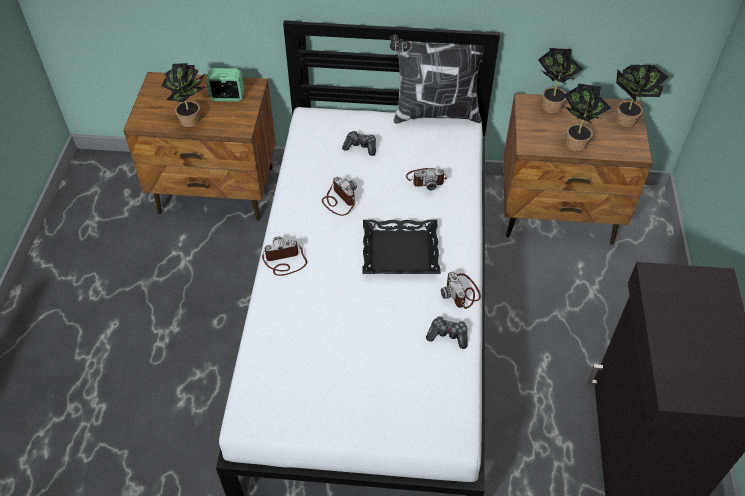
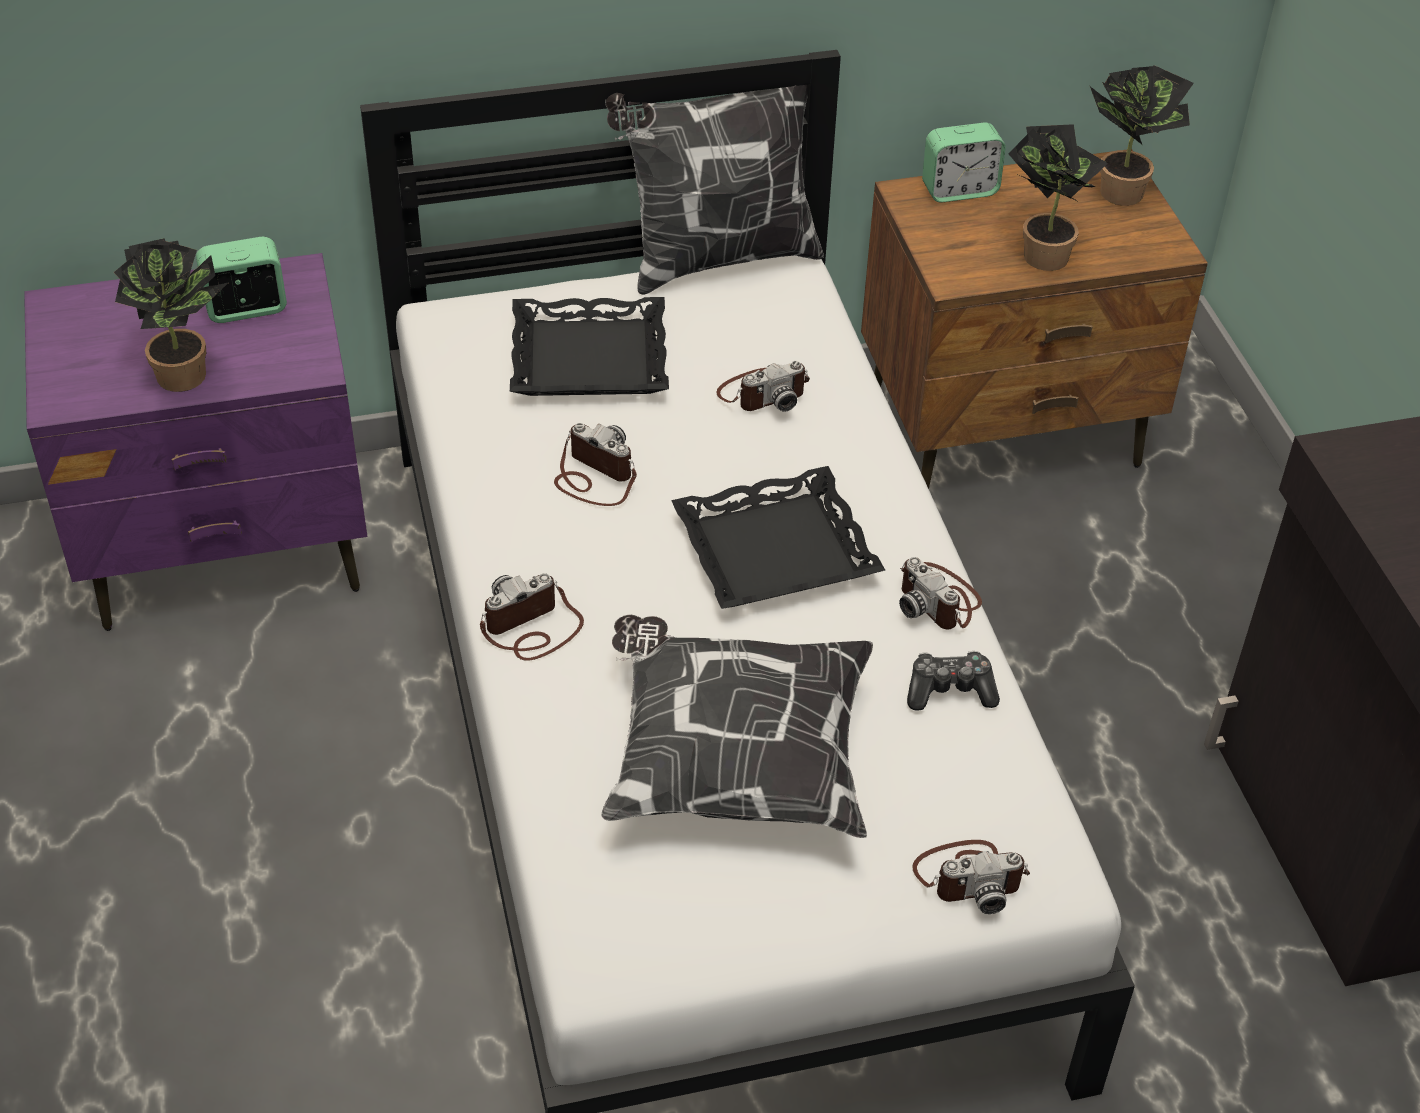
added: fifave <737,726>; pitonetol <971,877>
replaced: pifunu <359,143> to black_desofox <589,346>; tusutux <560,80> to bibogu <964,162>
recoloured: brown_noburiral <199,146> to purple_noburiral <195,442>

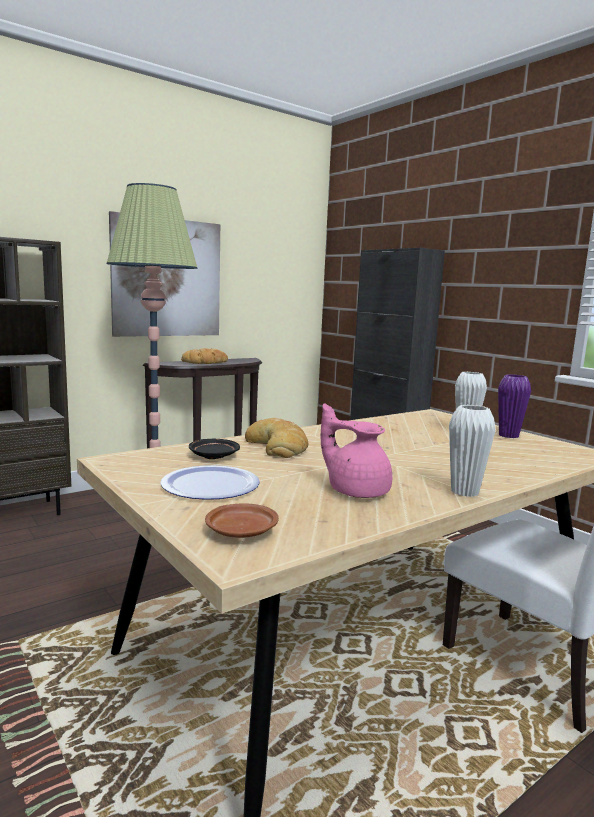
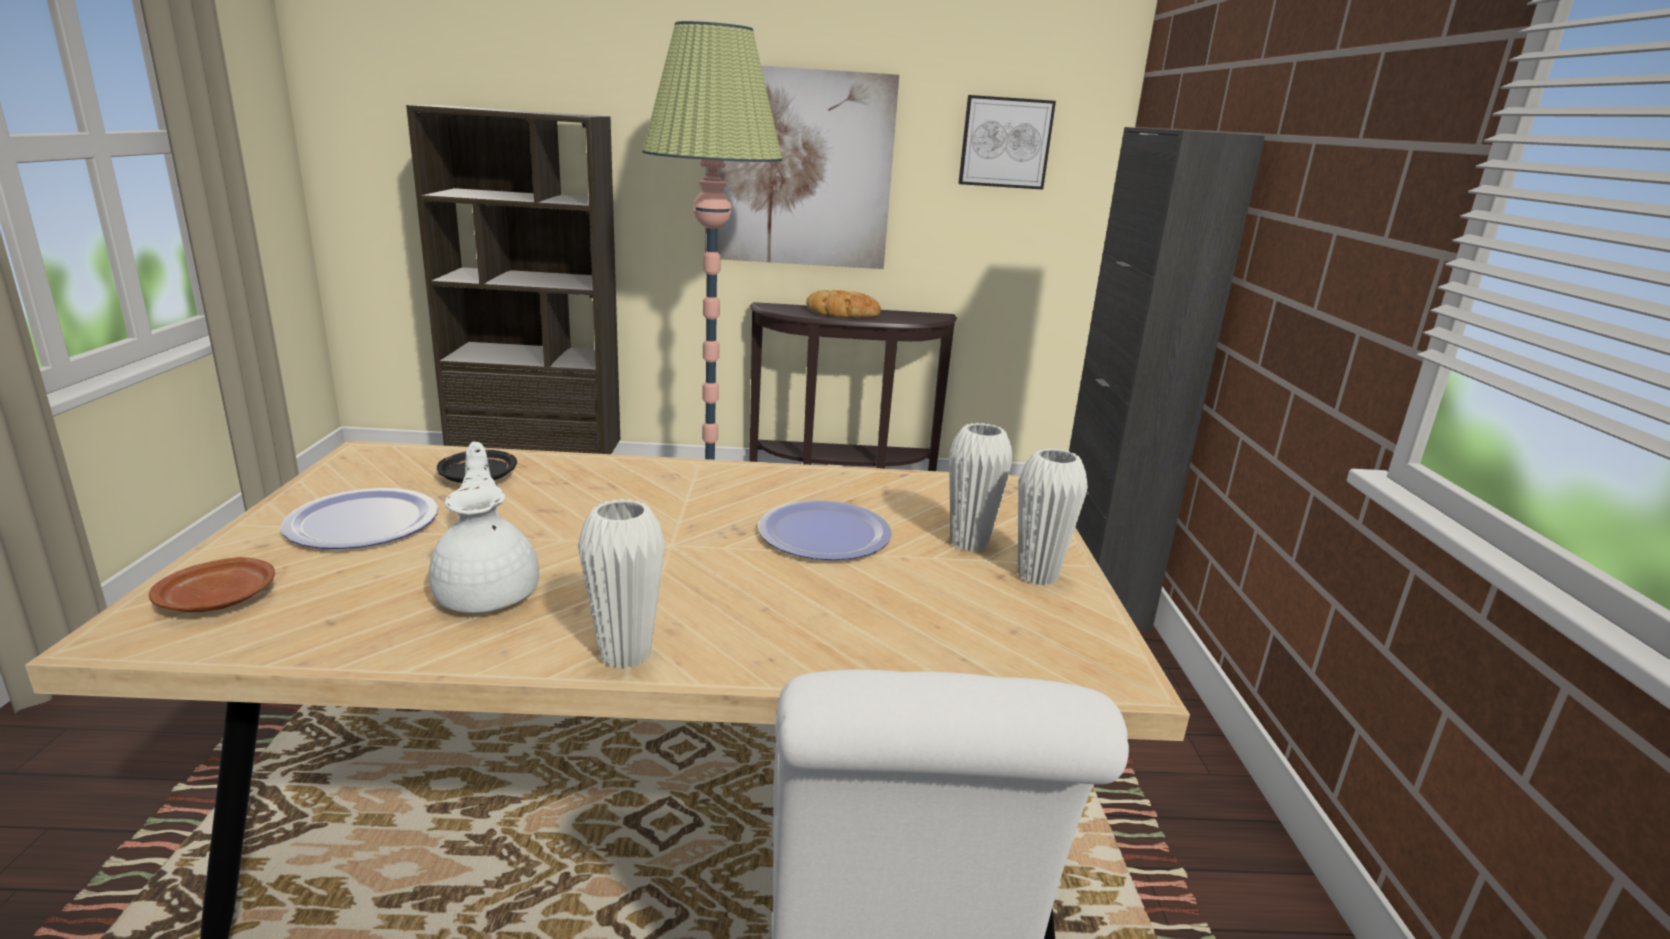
removed: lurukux <277,438>
added: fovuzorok <825,530>; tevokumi <1007,142>
recoloured: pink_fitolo <356,450> to white_fitolo <484,527>; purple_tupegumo <514,406> to white_tupegumo <1053,516>

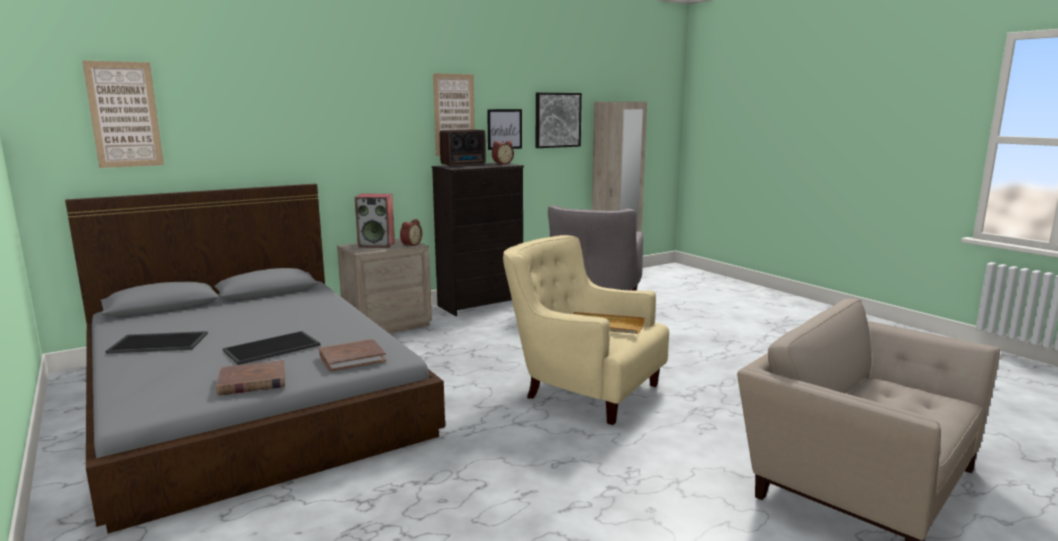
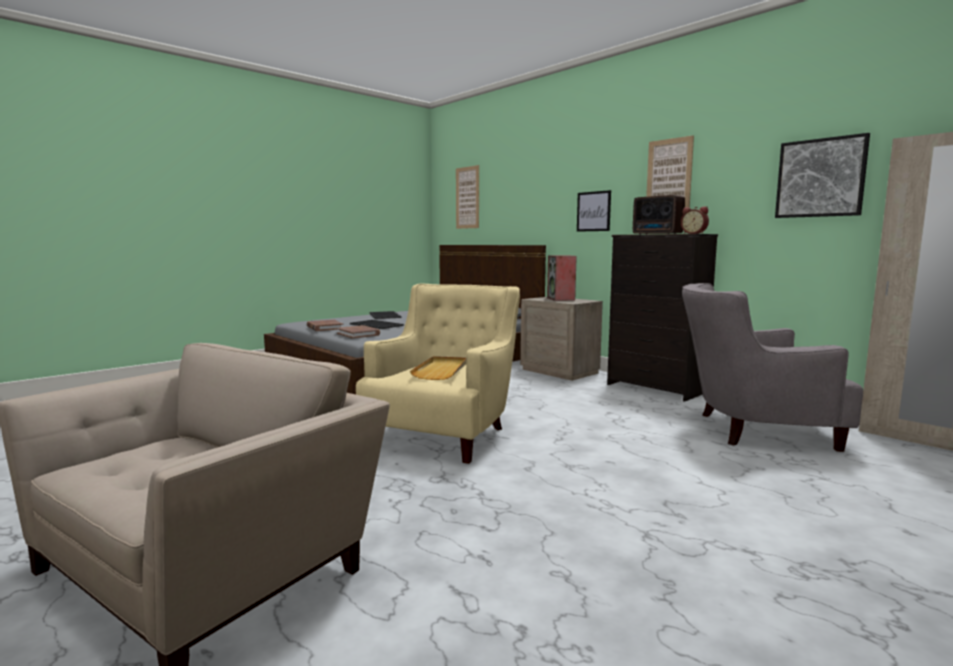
removed: bibogu <411,233>
moved: tevokumi <504,129> to <594,211>

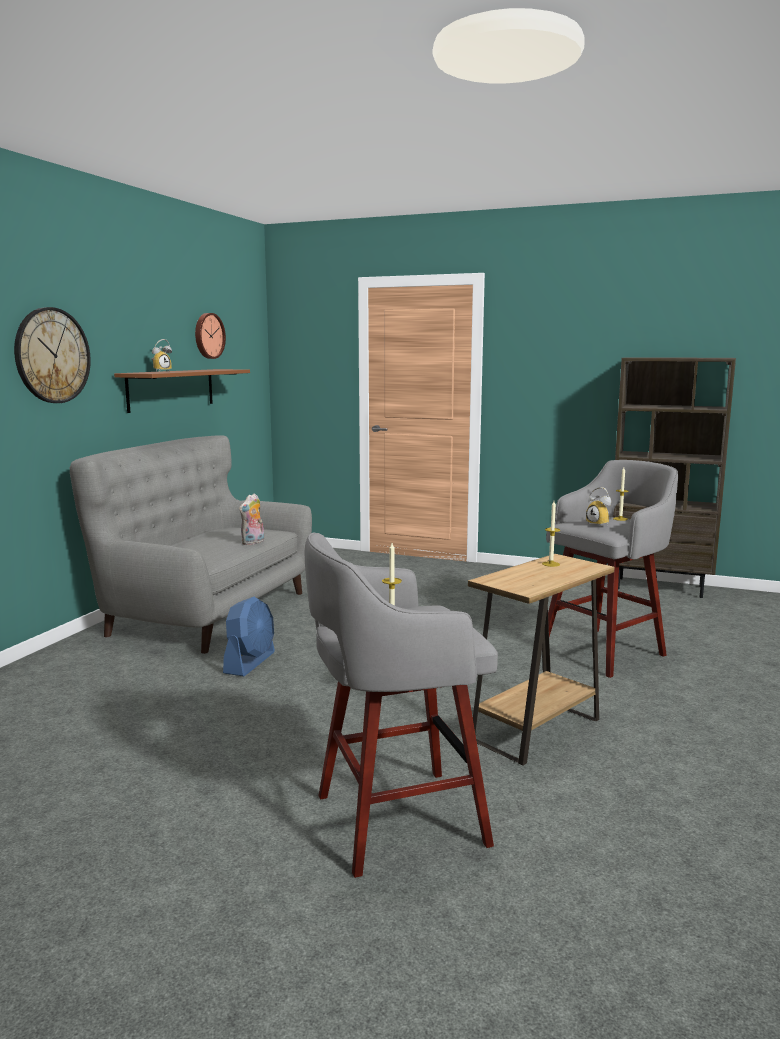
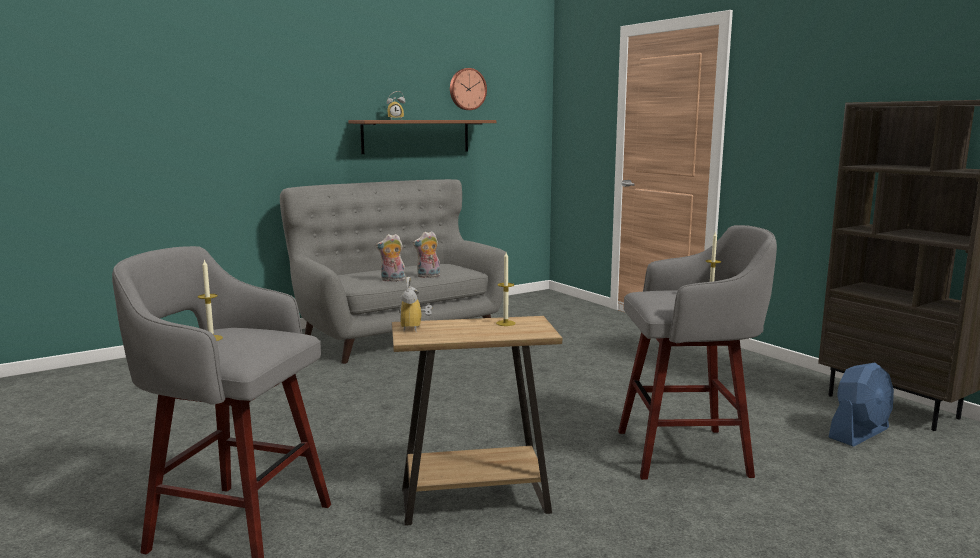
removed: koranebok <52,355>
added: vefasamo <391,258>
moved: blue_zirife <249,636> to <861,404>; bibogu <598,506> to <415,304>

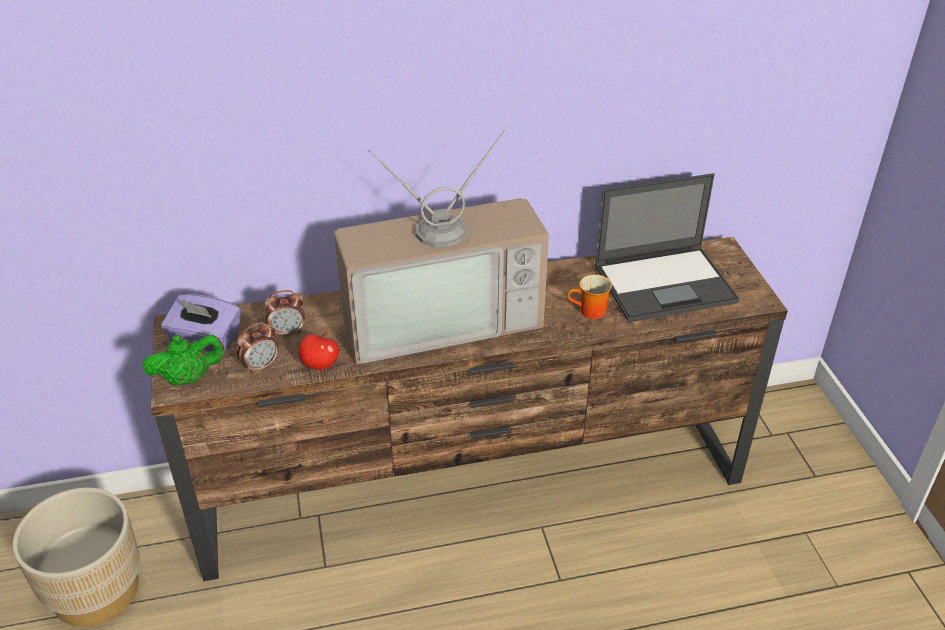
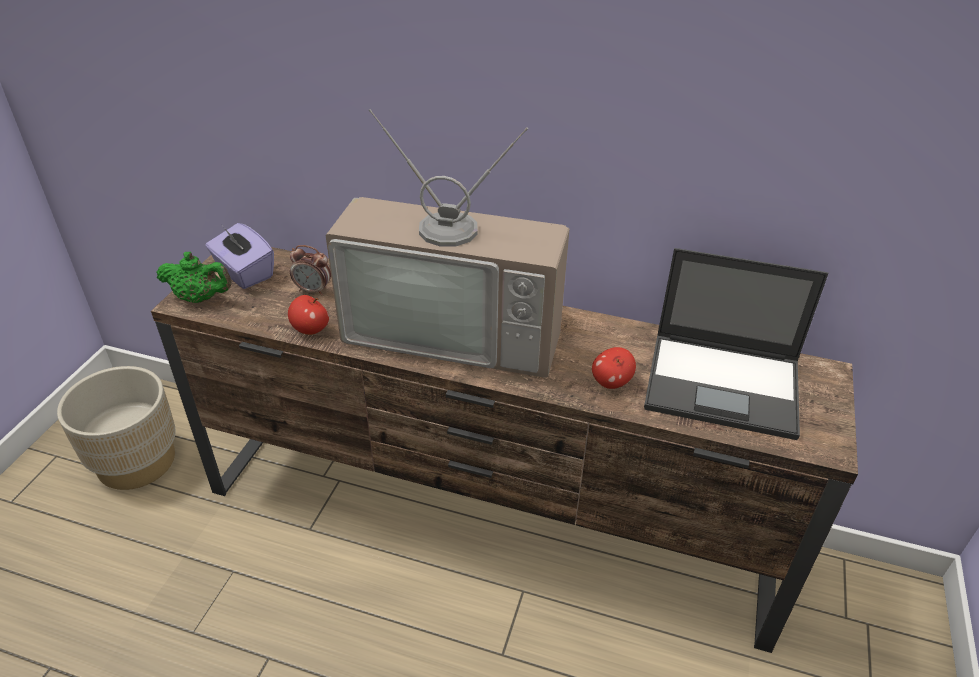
removed: bibogu <258,348>
replaced: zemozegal <589,296> to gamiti <614,368>

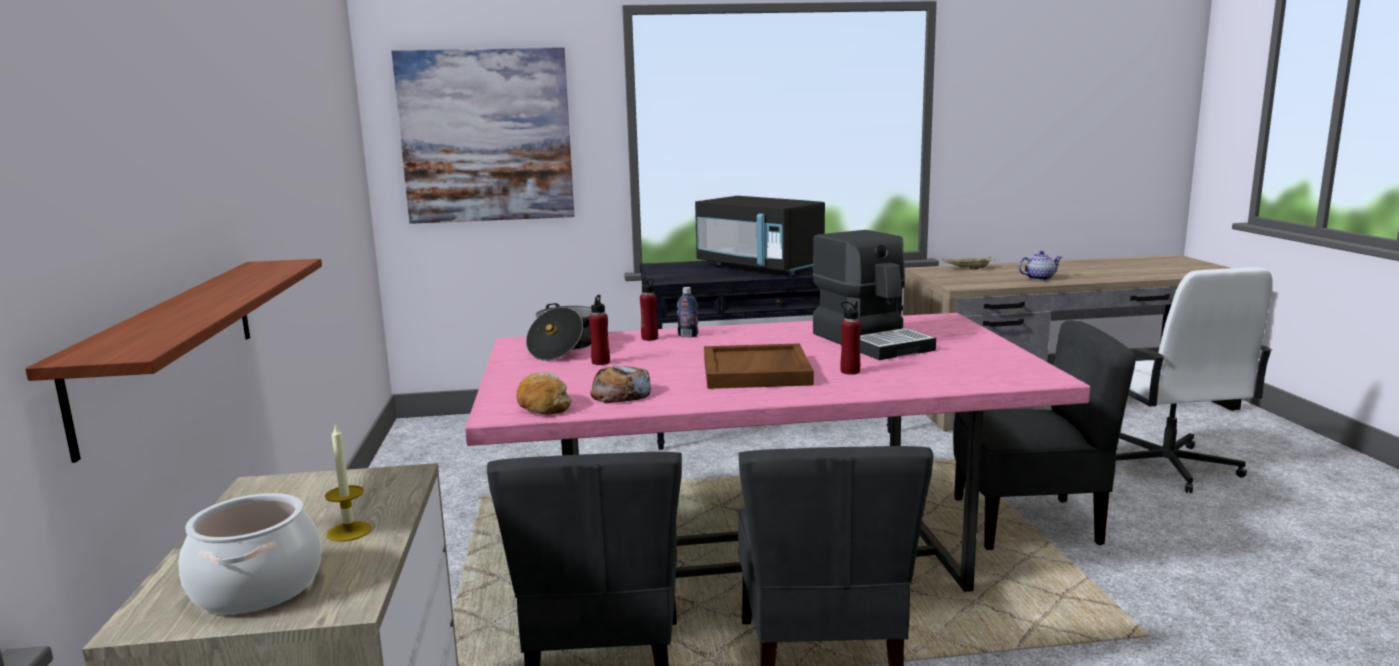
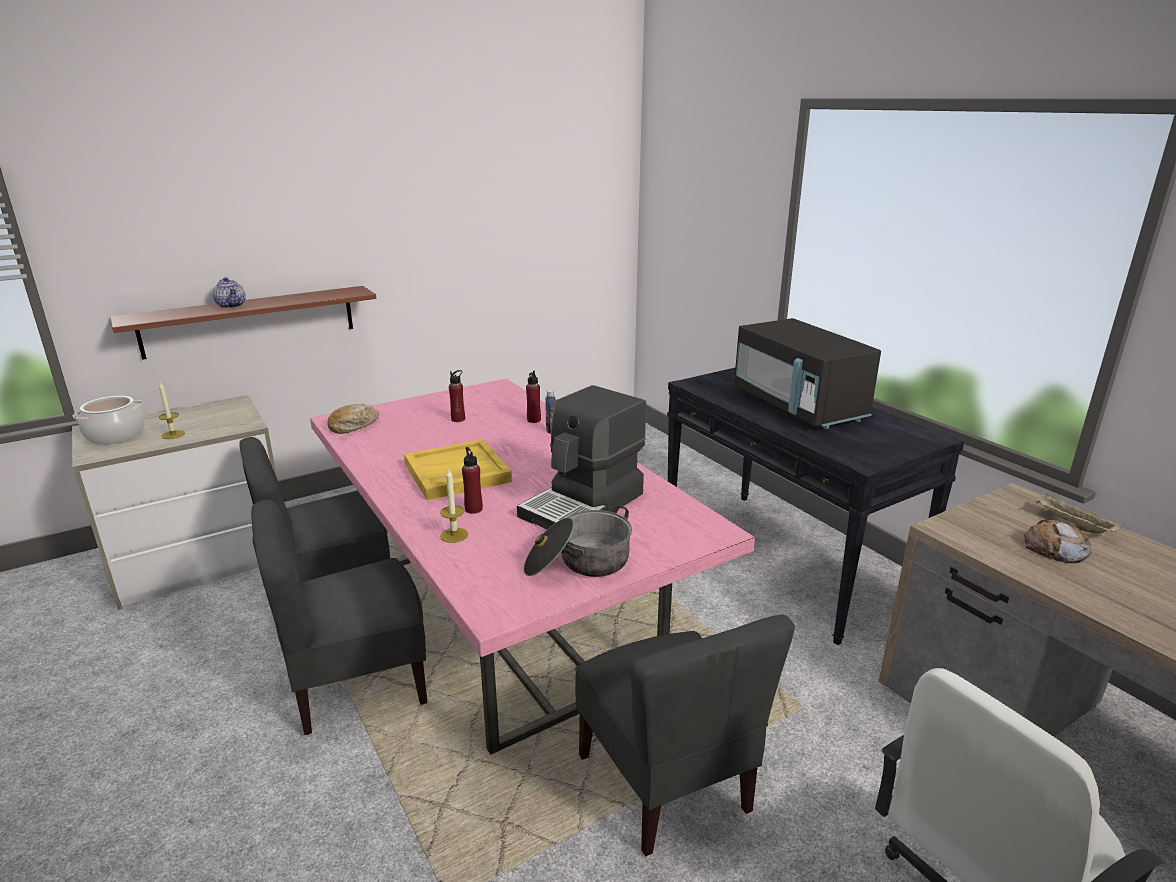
removed: tevokumi <482,135>
added: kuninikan <454,506>
moved: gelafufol <559,332> to <577,541>; lurukux <620,384> to <1058,541>; fitolo <1040,265> to <229,292>
recoloured: brown_desofox <759,366> to yellow_desofox <458,469>
turned: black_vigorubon <760,235> = <807,373> 45 degrees counterclockwise

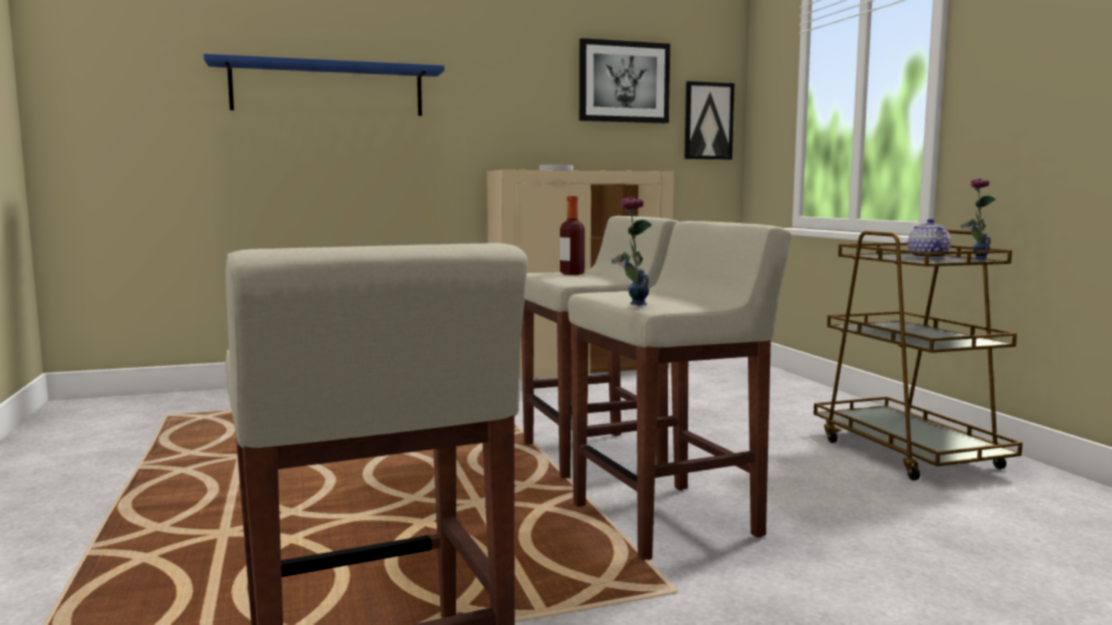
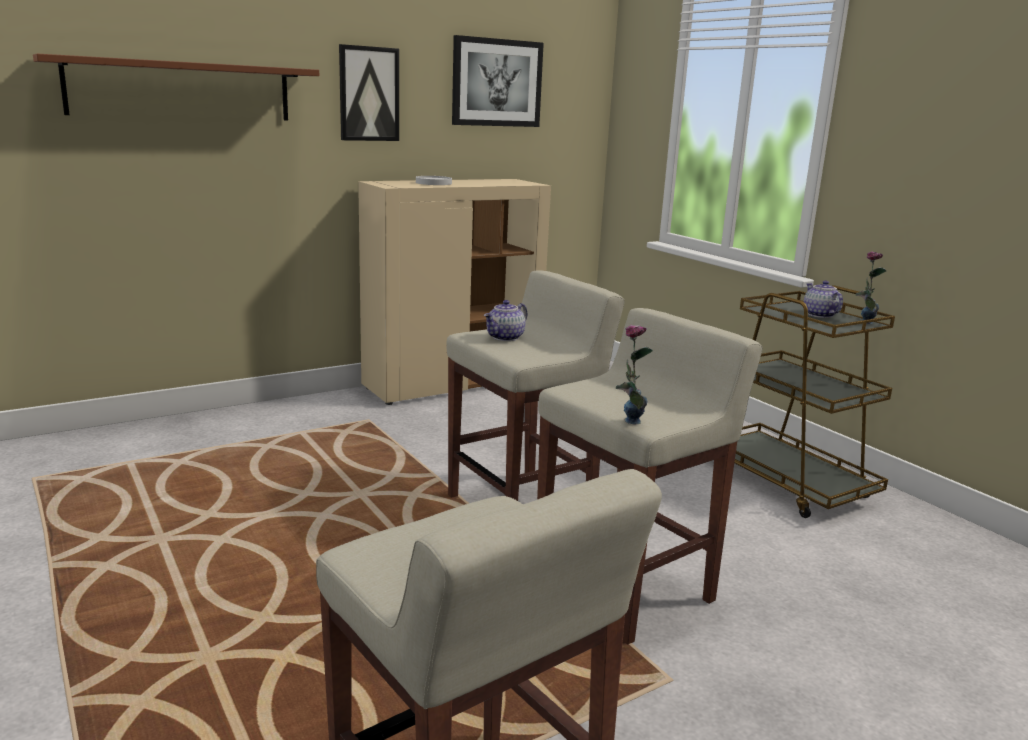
moved: tevokumi <709,120> to <369,92>
replaced: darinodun <572,235> to fitolo <505,320>
recoloured: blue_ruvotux <324,85> to brown_ruvotux <176,87>

